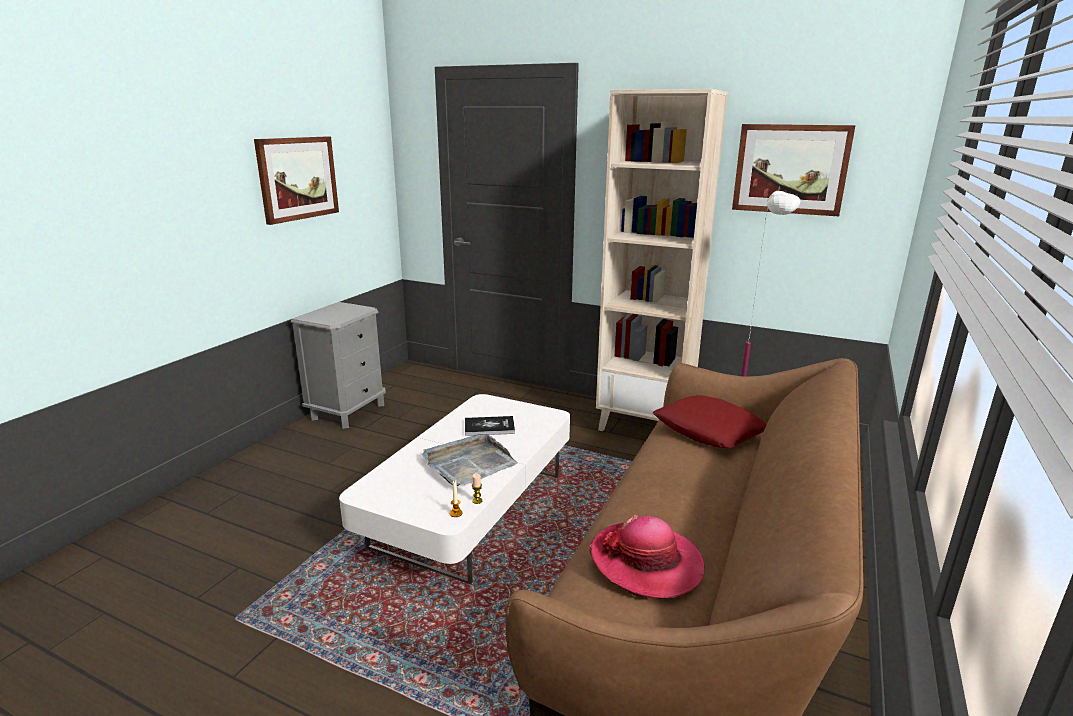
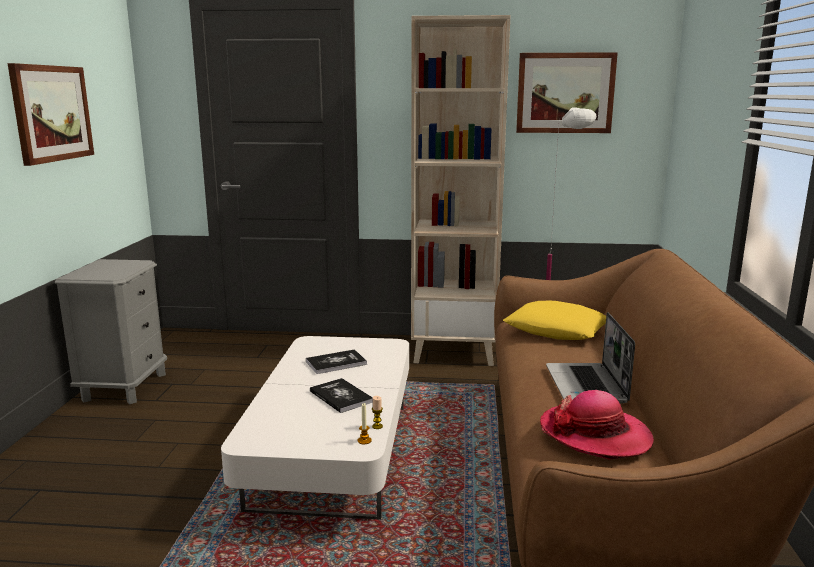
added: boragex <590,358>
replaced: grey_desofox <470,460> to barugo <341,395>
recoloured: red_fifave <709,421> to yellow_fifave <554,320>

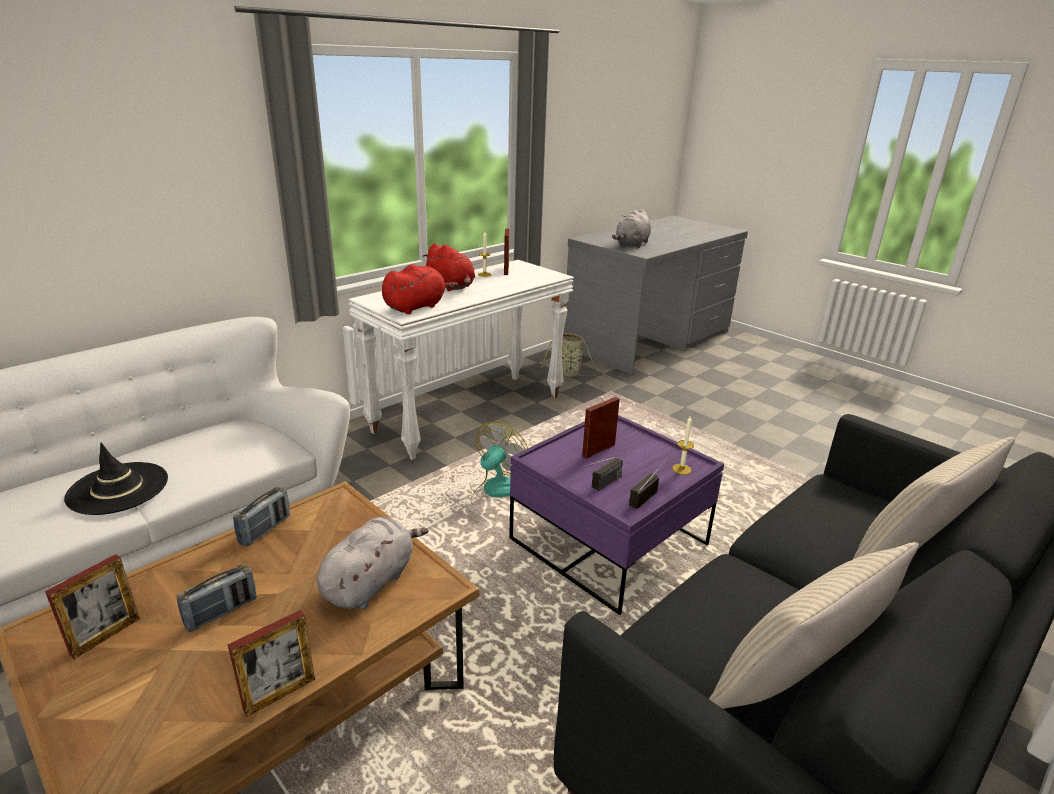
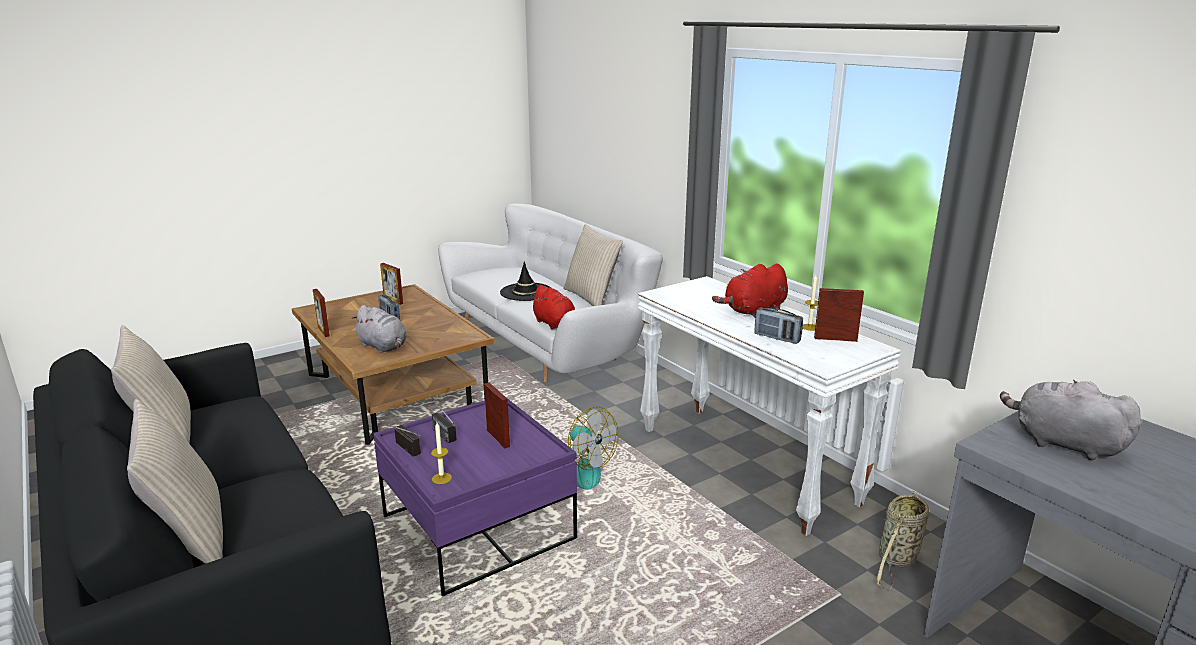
added: beige_fifave <593,265>
moved: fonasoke <261,517> to <778,325>; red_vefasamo <420,289> to <552,307>

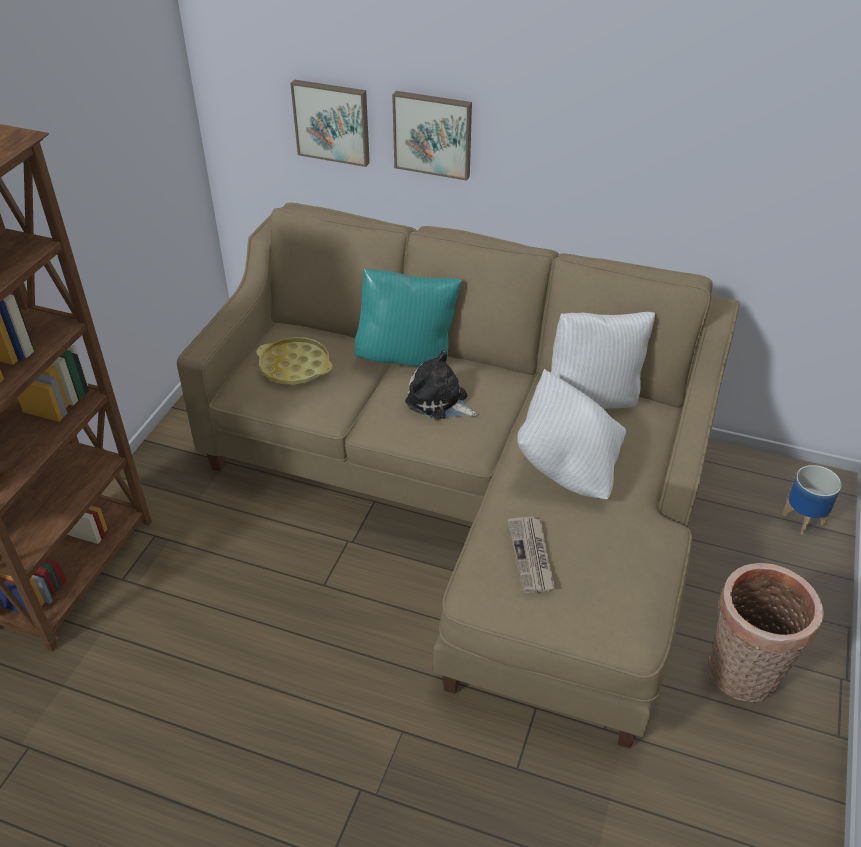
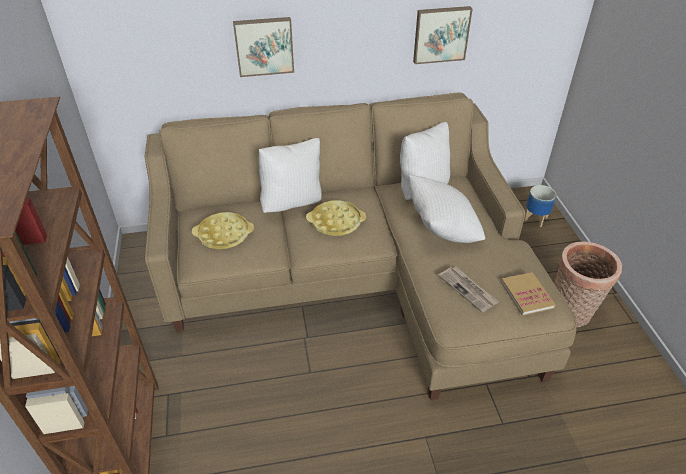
added: barugo <528,294>
moved: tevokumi <330,123> to <442,35>
replaced: vefasamo <441,385> to yellow_desofox <336,218>
recoloured: turquoise_fifave <408,318> to white_fifave <290,175>

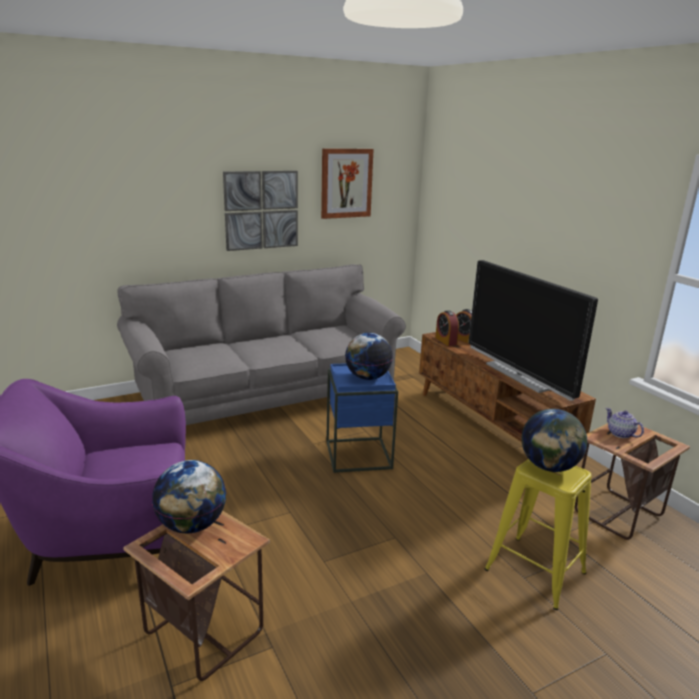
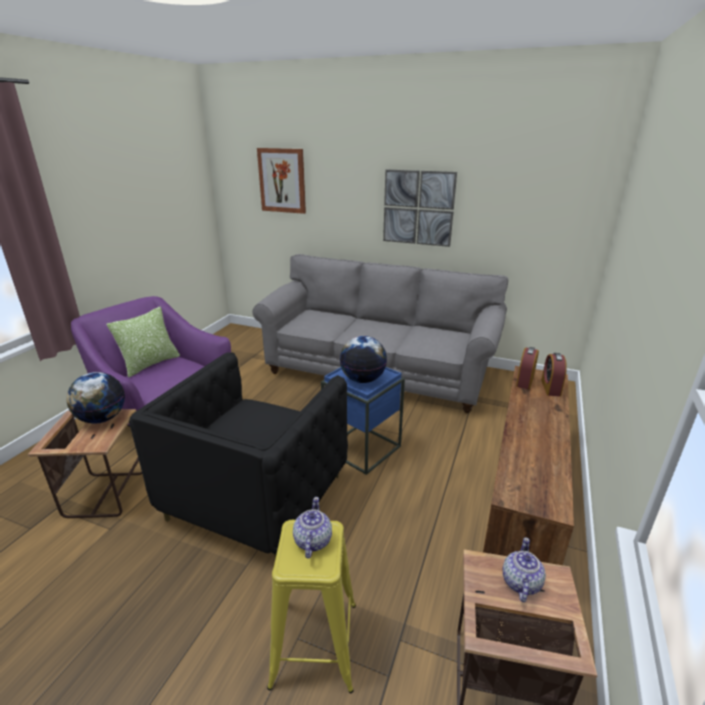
removed: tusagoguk <533,330>
added: fifave <143,342>; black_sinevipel <238,455>
moved: tevokumi <347,183> to <281,181>
replaced: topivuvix <554,440> to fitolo <312,528>

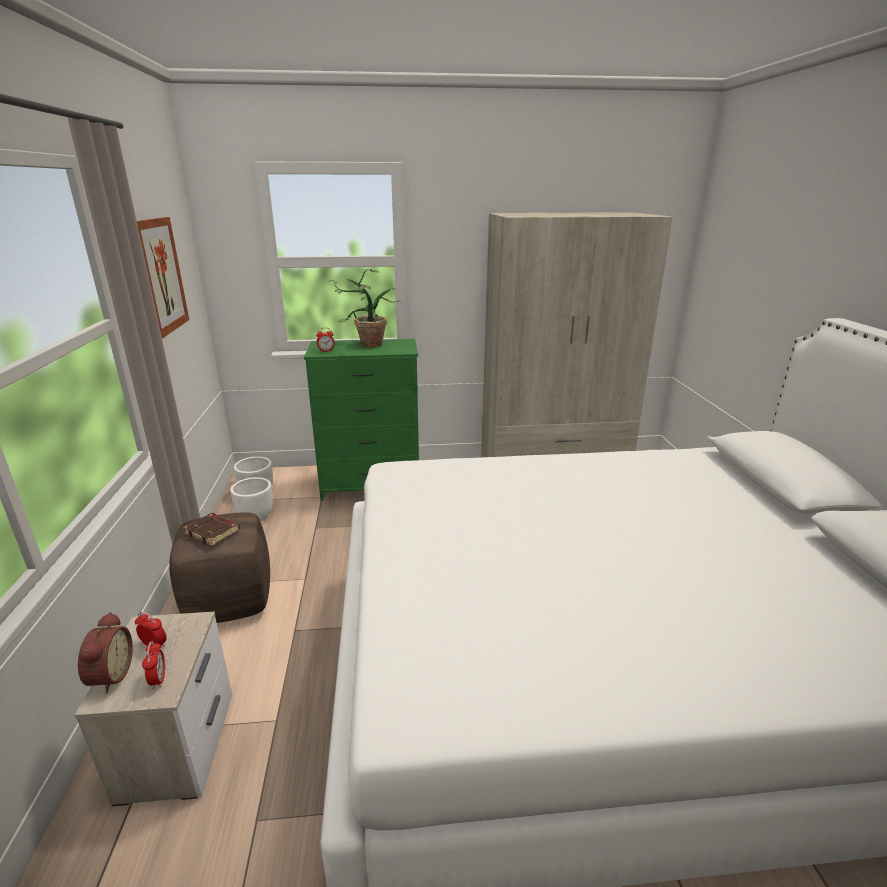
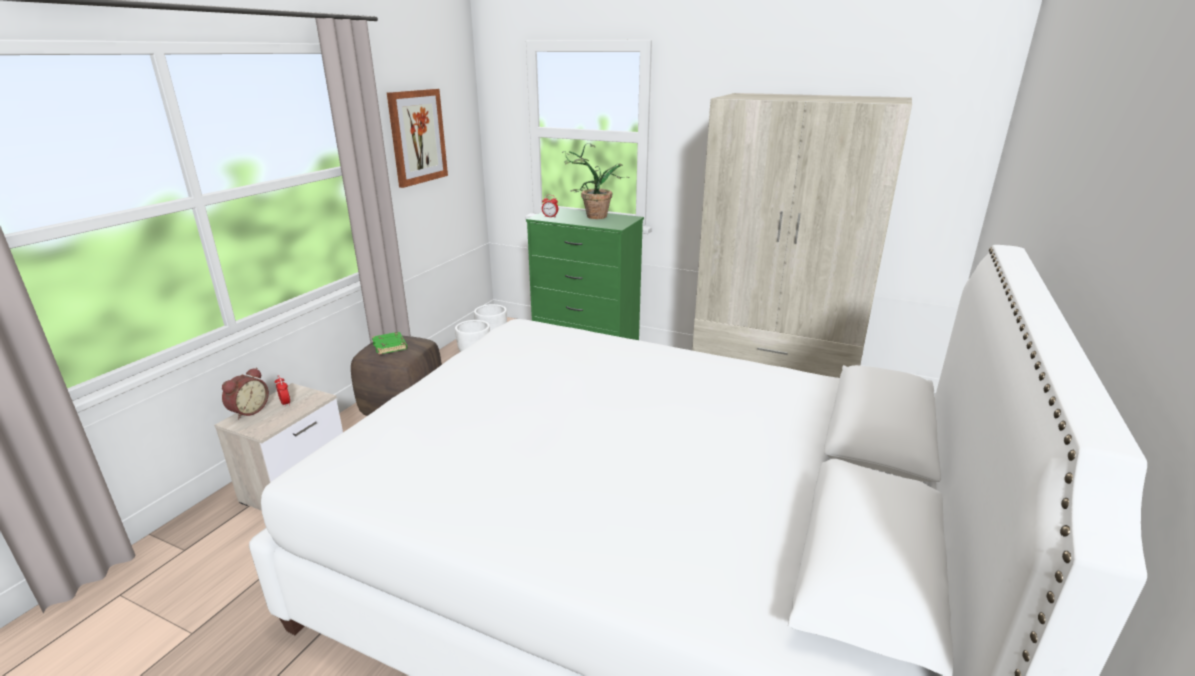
removed: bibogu <153,665>
recoloured: brown_barugo <212,529> to green_barugo <389,343>

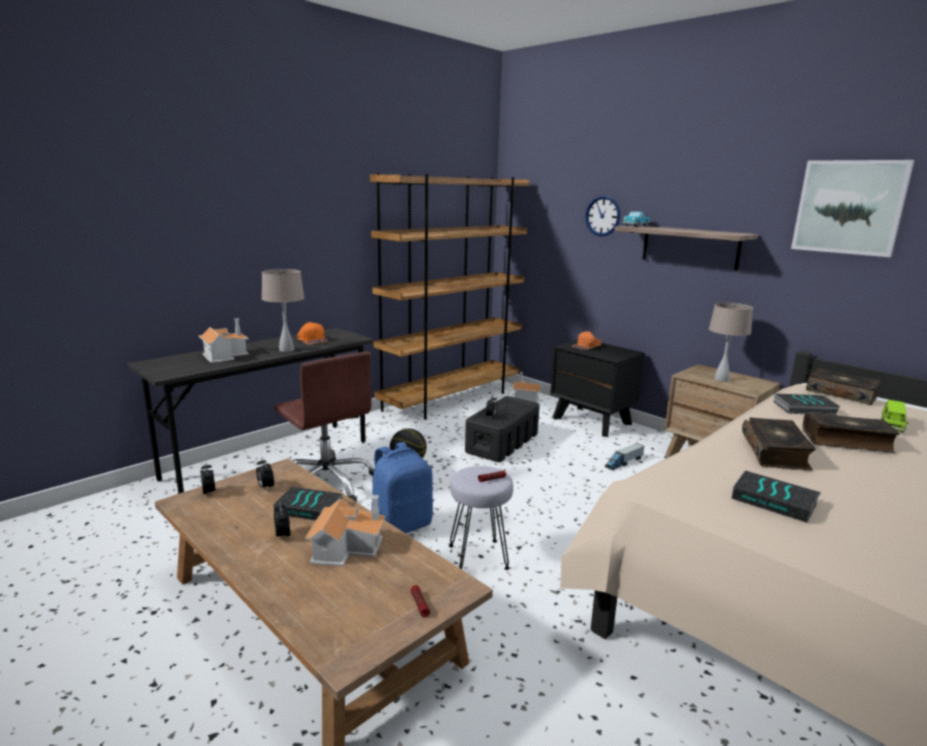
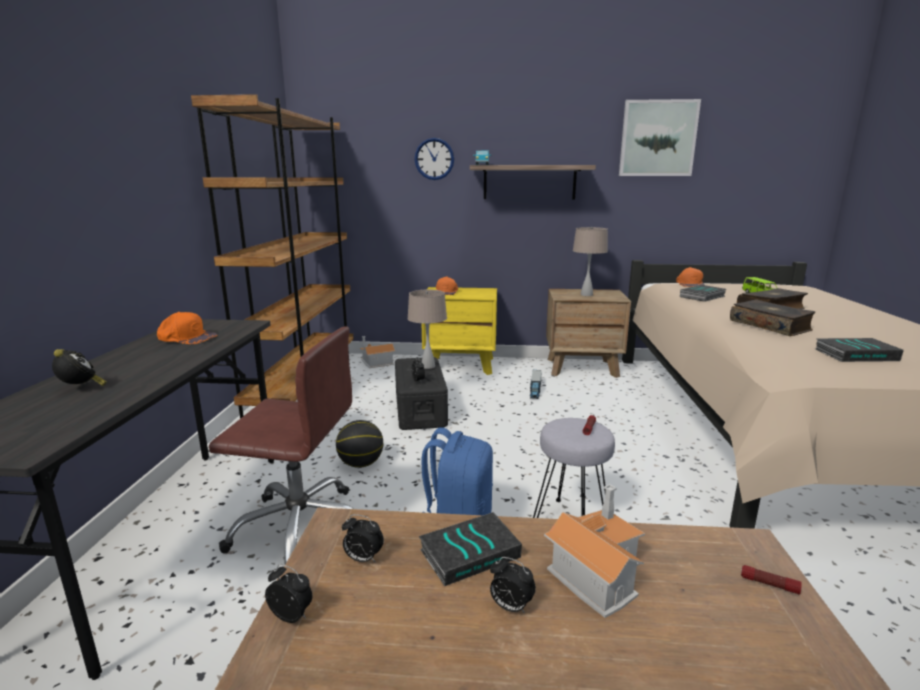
moved: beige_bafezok <283,310> to <427,329>
replaced: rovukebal <224,340> to bibogu <79,367>; barugo <843,386> to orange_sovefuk <690,277>
recoloured: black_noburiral <597,388> to yellow_noburiral <459,331>

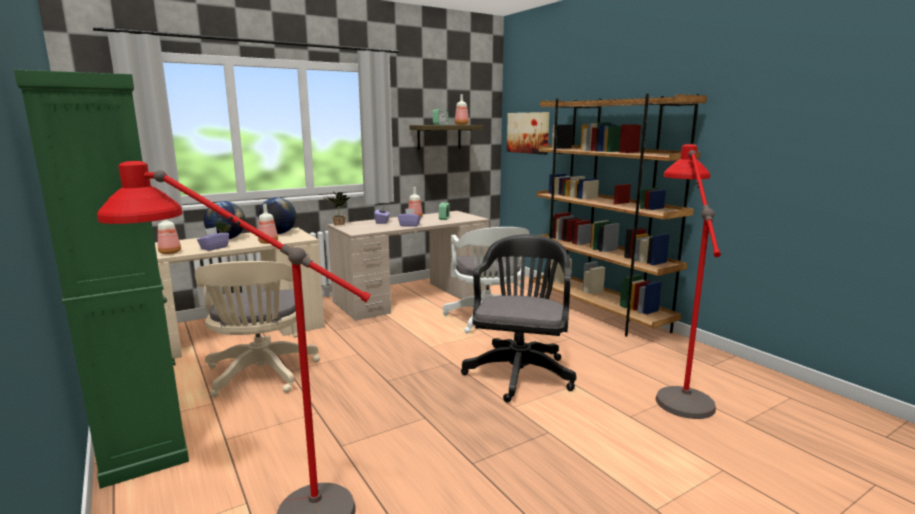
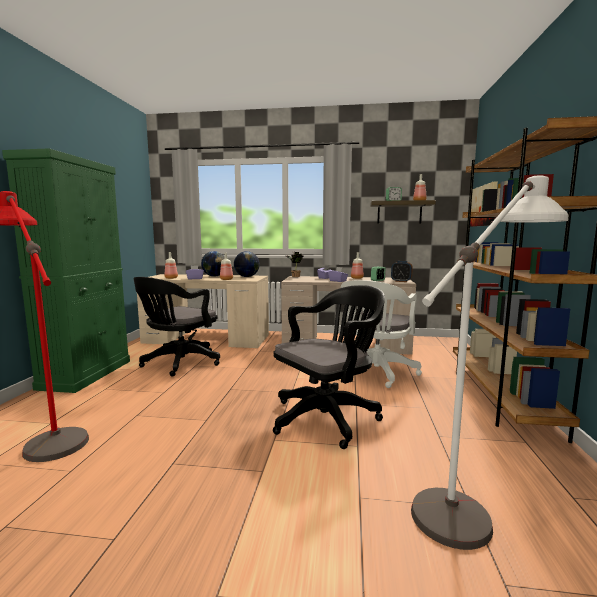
added: bibogu <402,271>
recoloured: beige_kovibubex <257,329> to black_kovibubex <177,327>; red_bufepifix <688,281> to white_bufepifix <489,362>

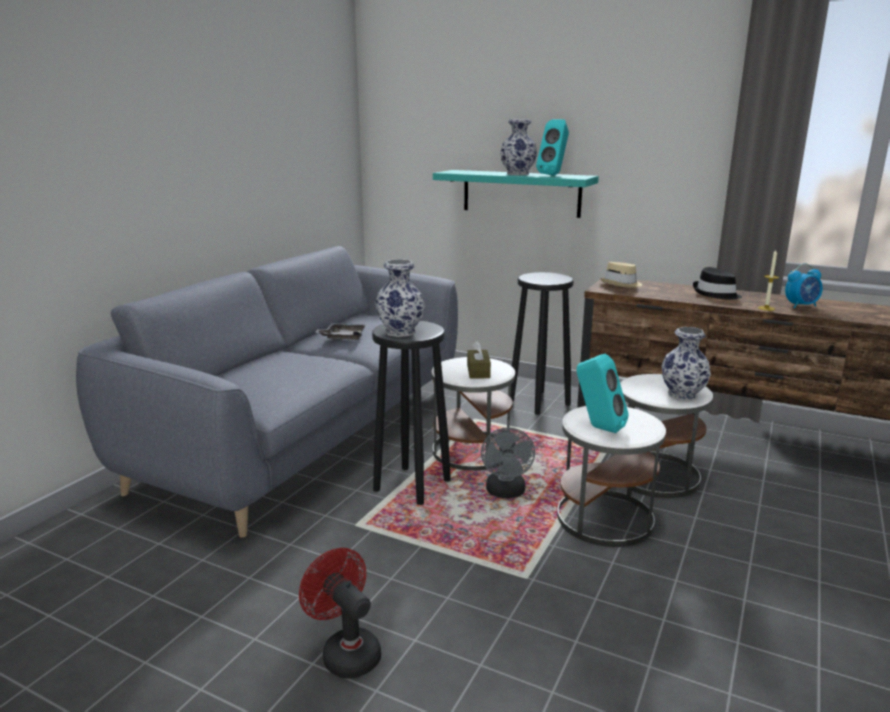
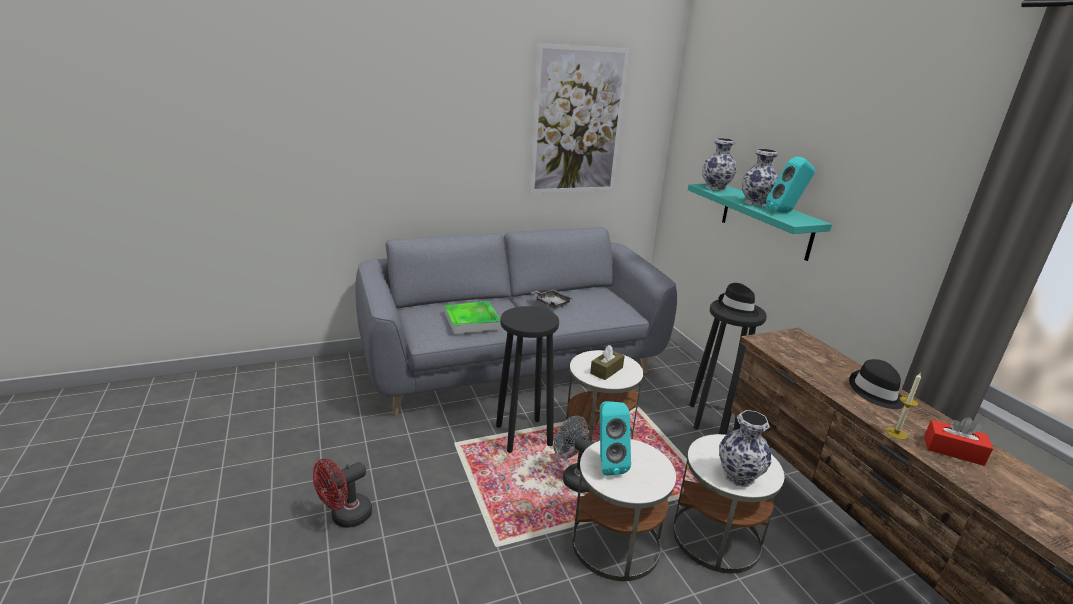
removed: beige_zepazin <621,274>
added: desofox <472,317>; tevokumi <579,118>; black_zepazin <738,300>
moved: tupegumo <400,298> to <719,164>
replaced: bibogu <804,285> to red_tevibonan <958,441>
turned: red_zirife <340,613> = <342,493> 135 degrees counterclockwise; grey_zirife <508,462> = <574,454> 90 degrees clockwise

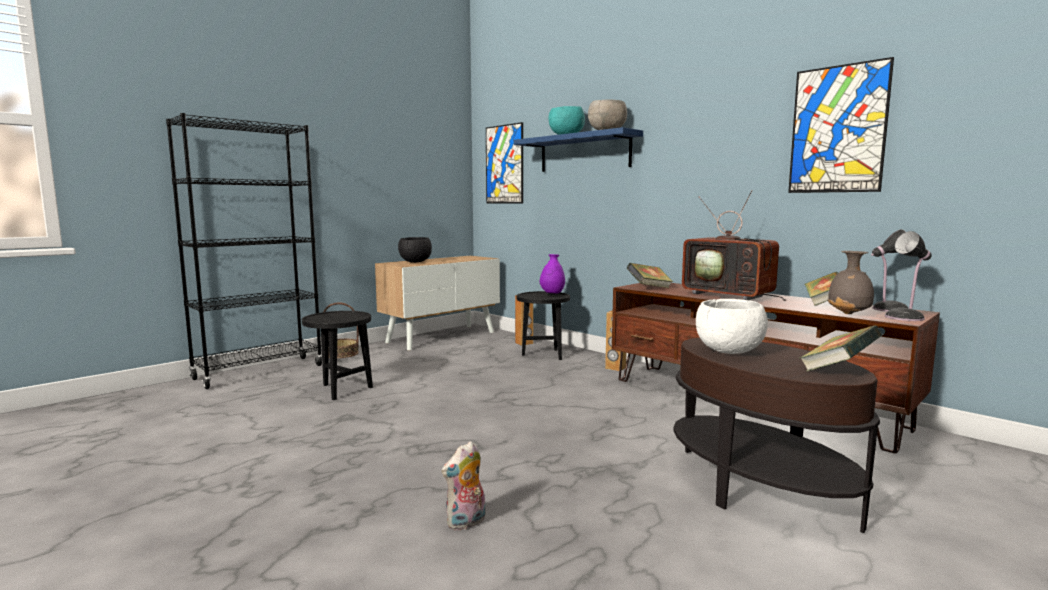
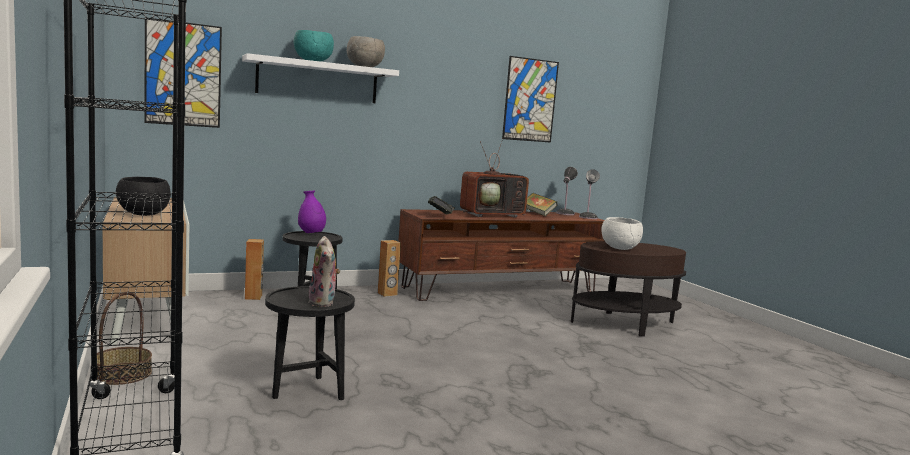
removed: barugo <840,348>; grey_tupegumo <851,282>
moved: vefasamo <463,485> to <324,271>
recoloured: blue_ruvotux <578,149> to white_ruvotux <320,78>

